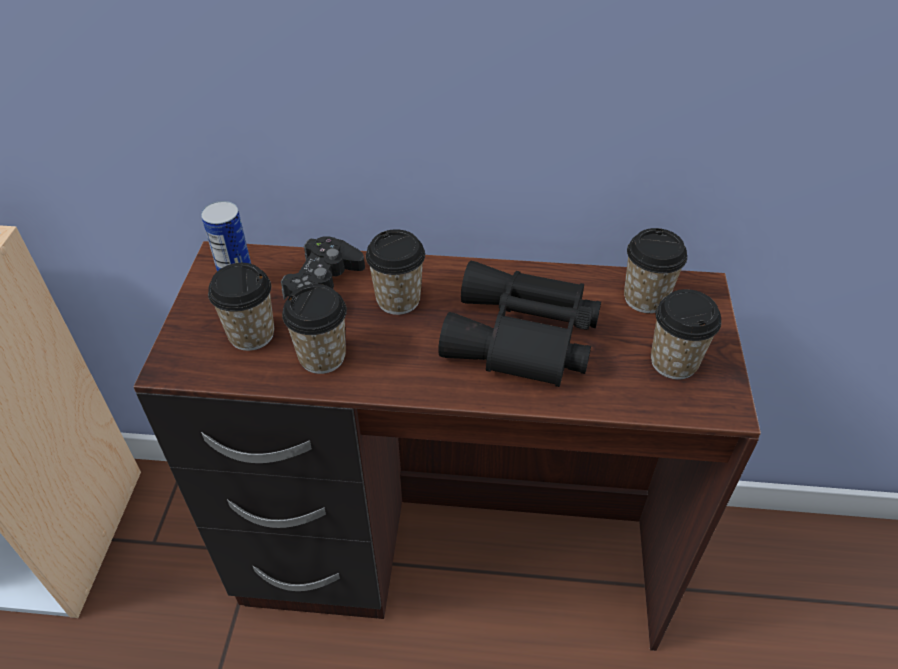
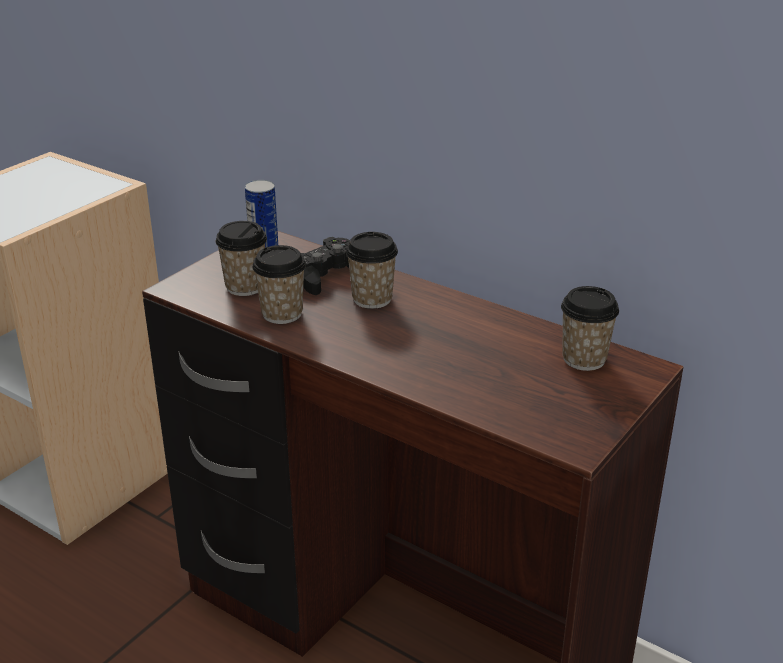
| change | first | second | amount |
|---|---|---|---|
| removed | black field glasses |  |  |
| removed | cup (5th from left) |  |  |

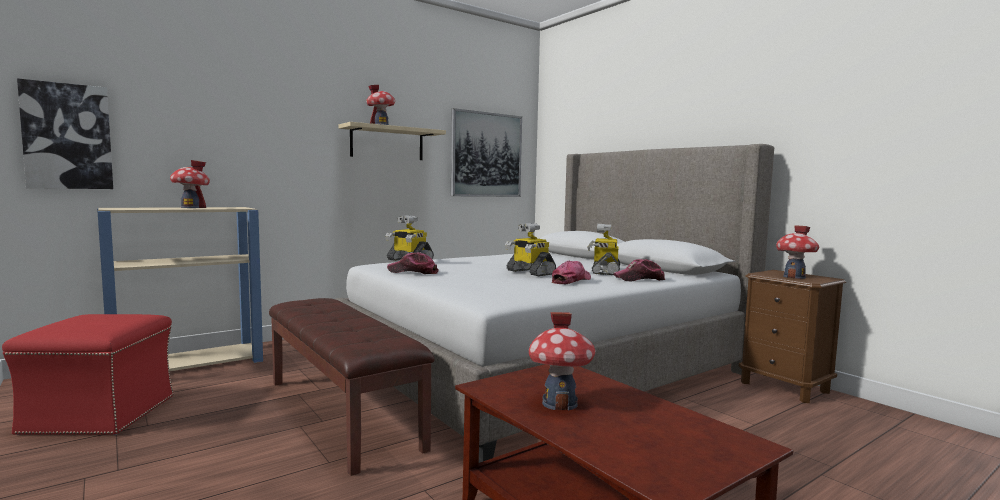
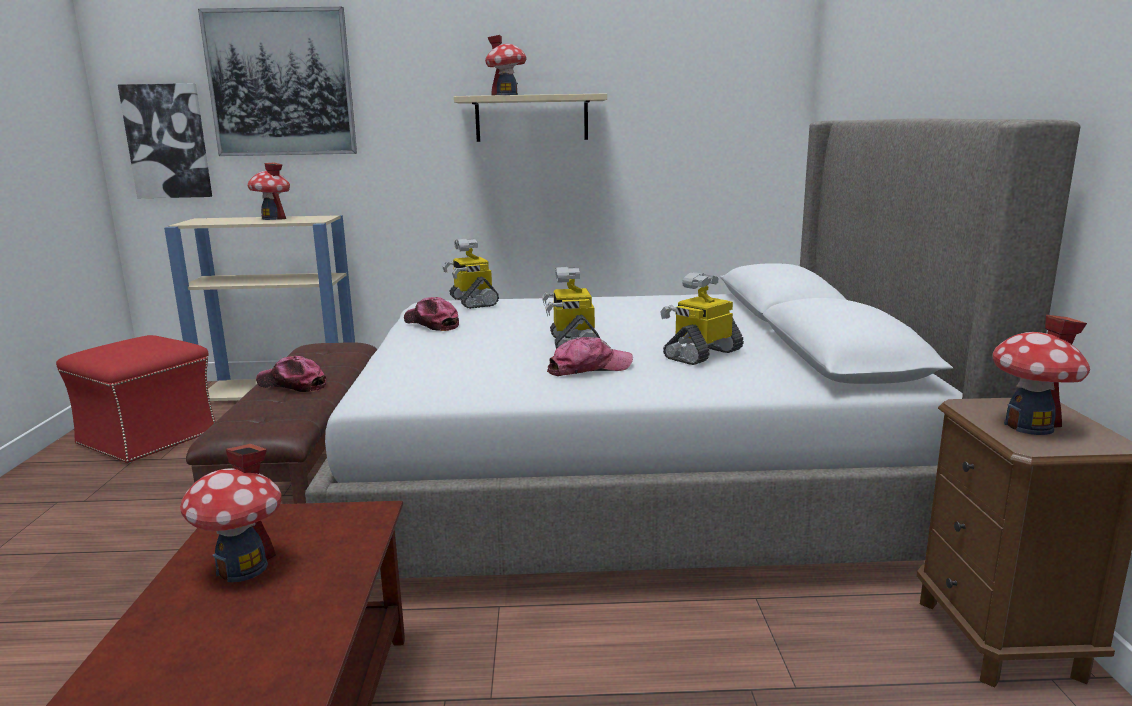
| change | first | second | amount |
|---|---|---|---|
| moved | wall art (2nd from left) |  |  |
| moved | peaked cap (3rd from left in the first image) | peaked cap (1st from left) |  |

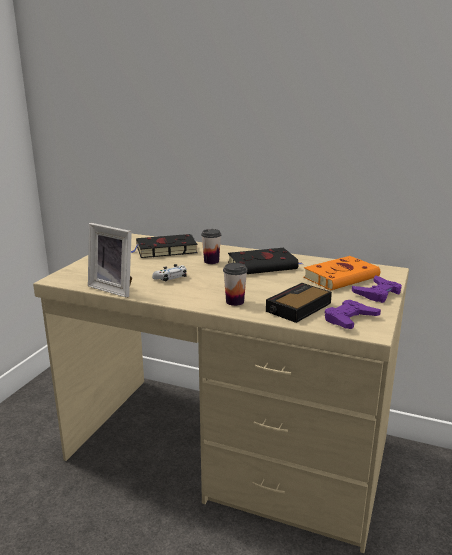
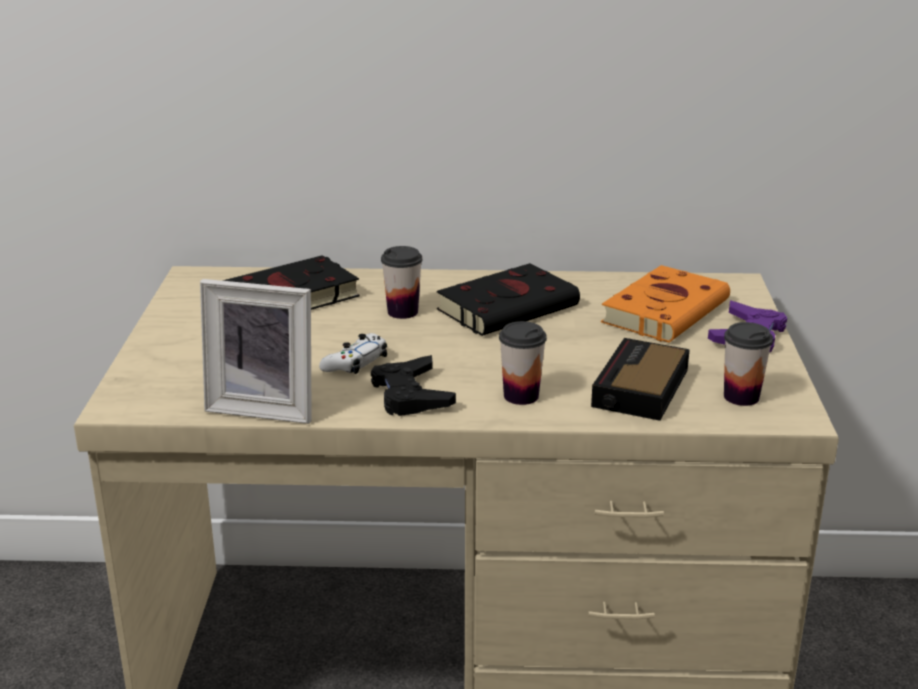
| change | first | second | amount |
|---|---|---|---|
| replaced | purple joypad (1st from left) | cup (3rd from left) |  |
| added |  | black joypad |  |

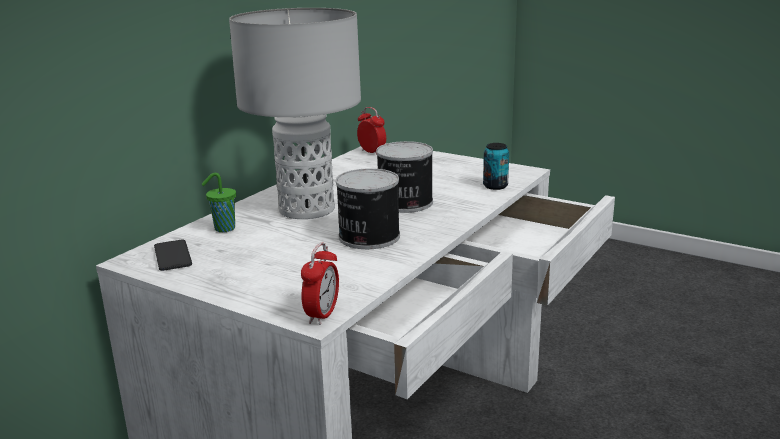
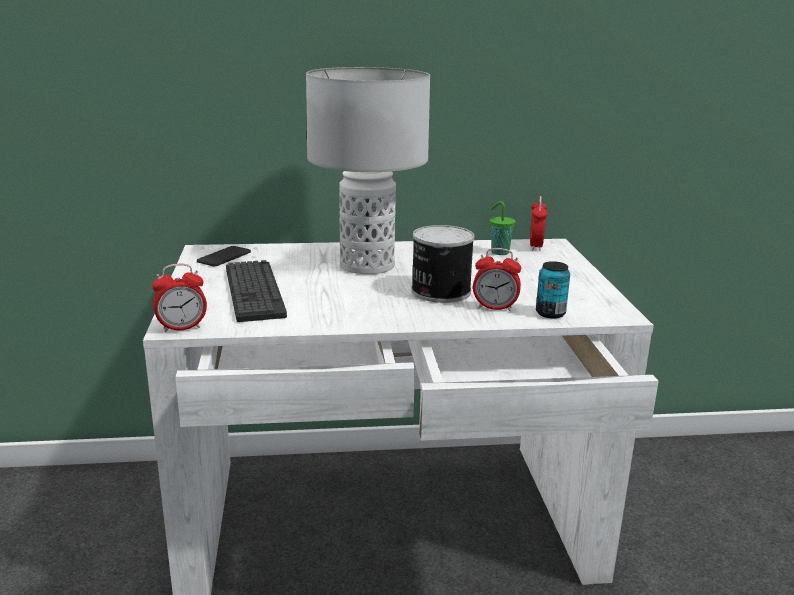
| change | first | second | amount |
|---|---|---|---|
| removed | metal can (1st from left) |  |  |
| moved | green-coloured cup |  |  |
| added |  | bedside clock (2nd from left) |  |
| added |  | computer keyboard |  |

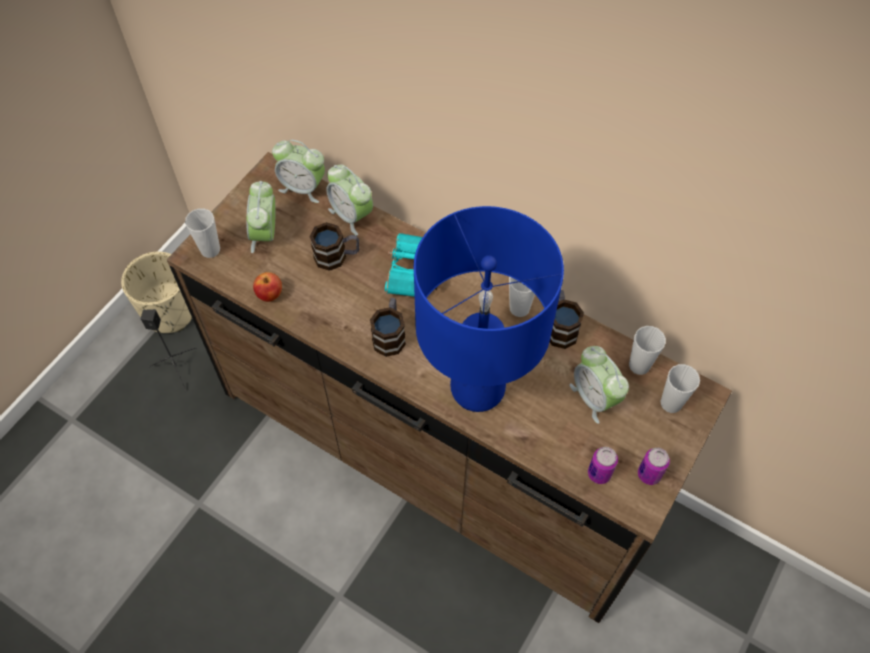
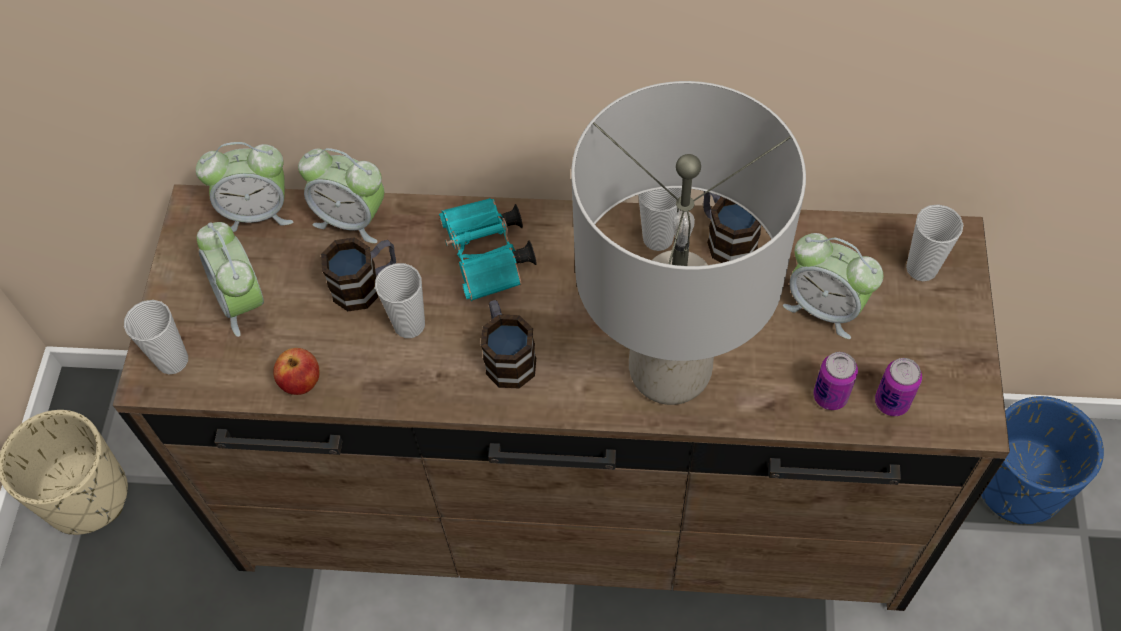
| change | first | second | amount |
|---|---|---|---|
| recoloured | bluish table lamp | greyish table lamp |  |
| removed | black loudspeaker |  |  |
| moved | cup (3rd from left in the first image) | cup (2nd from left) |  |
| moved | metal can (2nd from left in the first image) | metal can (1st from left) |  |
| added |  | bluish planter |  |

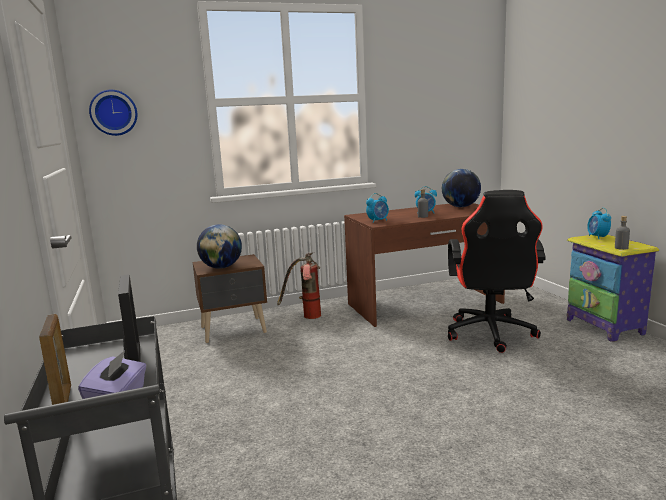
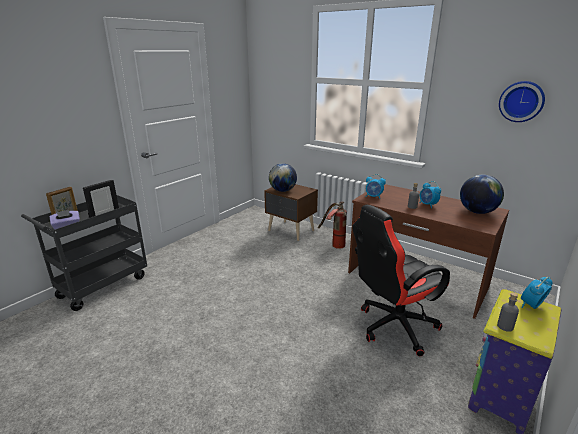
| change | first | second | amount |
|---|---|---|---|
| moved | clock on the wall |  |  |

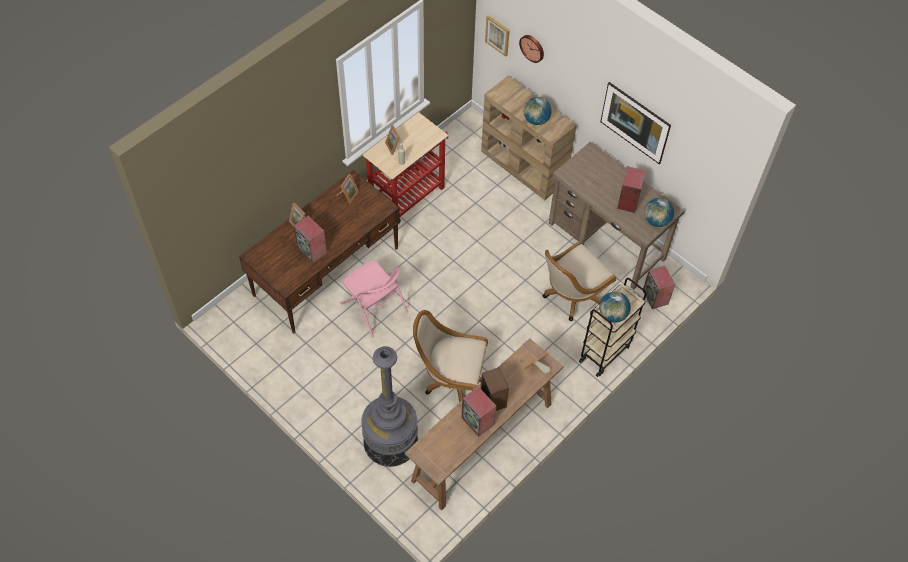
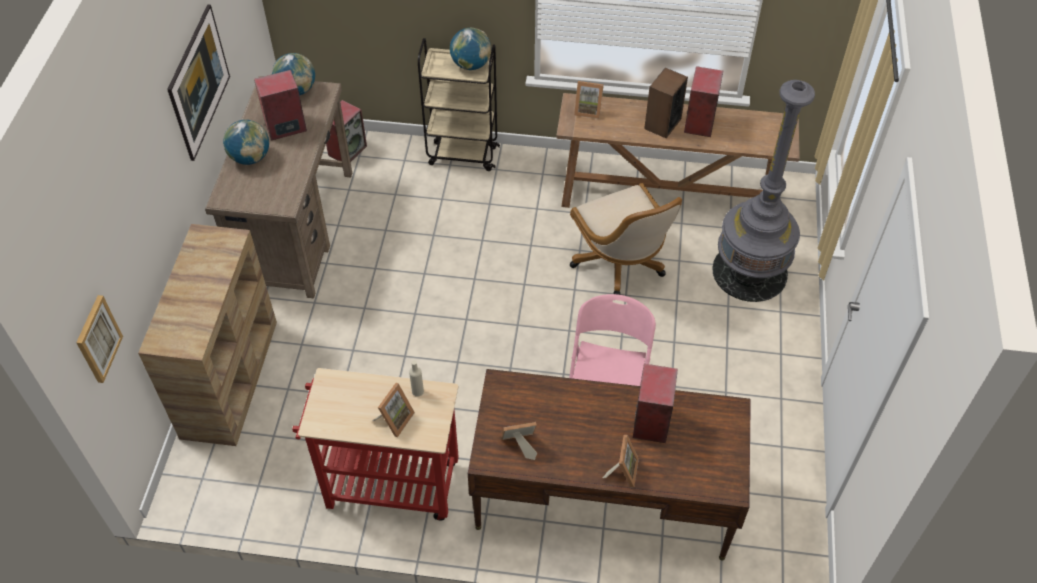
| change | first | second | amount |
|---|---|---|---|
| removed | clock on the wall |  |  |
| moved | globe (1st from left) |  |  |
| removed | desk chair (2nd from left) |  |  |

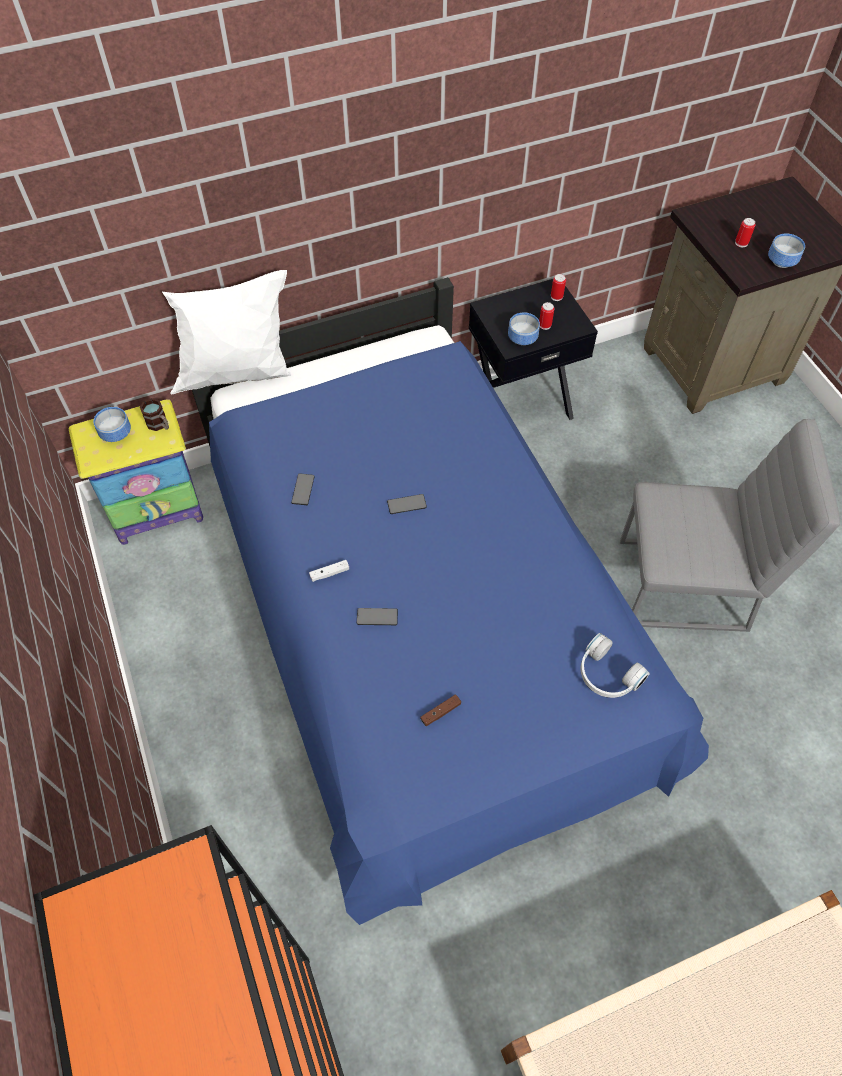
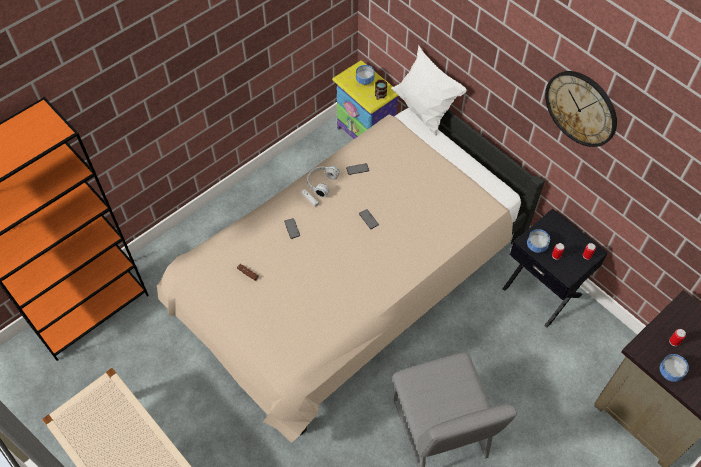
| change | first | second | amount |
|---|---|---|---|
| recoloured | bluish bedroom bed | beige bedroom bed |  |
| moved | white-coloured headset |  |  |
| added |  | clock on the wall |  |

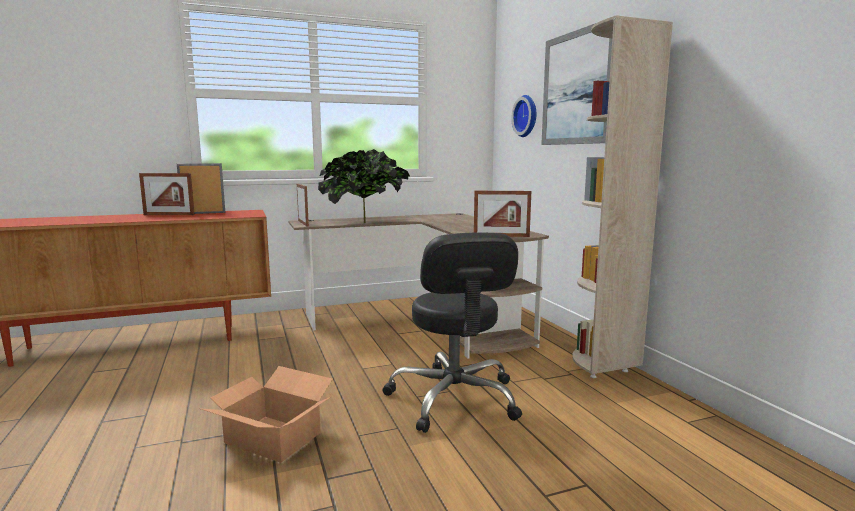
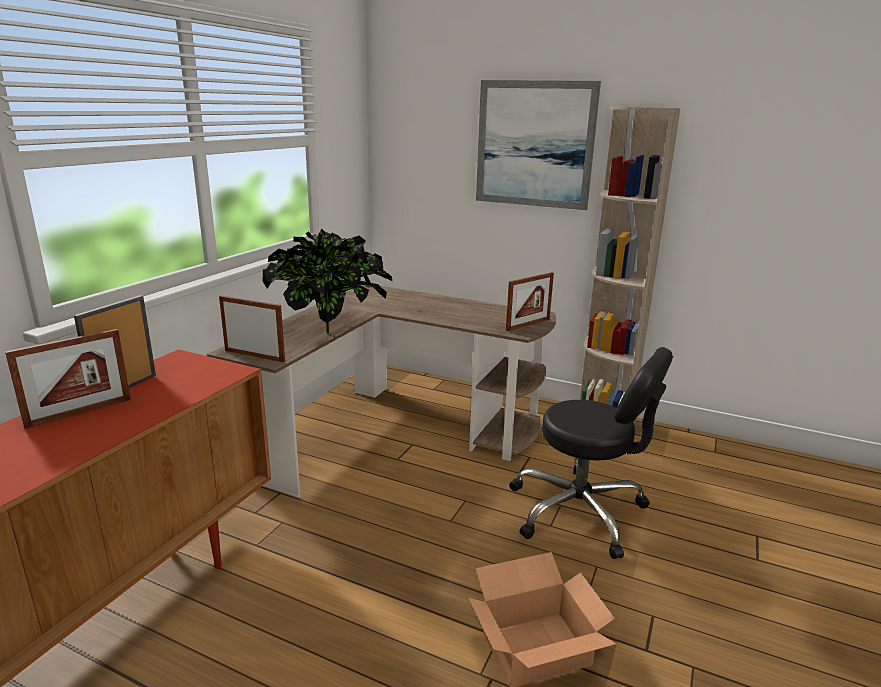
| change | first | second | amount |
|---|---|---|---|
| removed | clock on the wall |  |  |

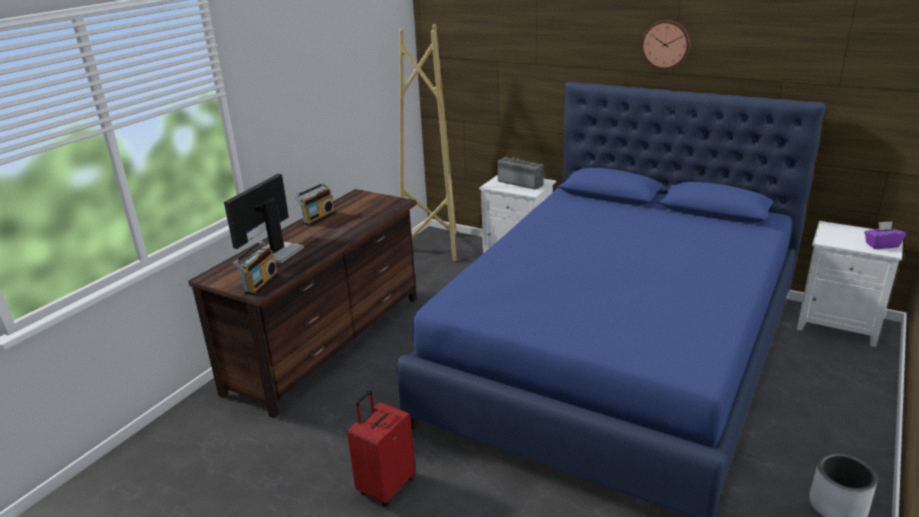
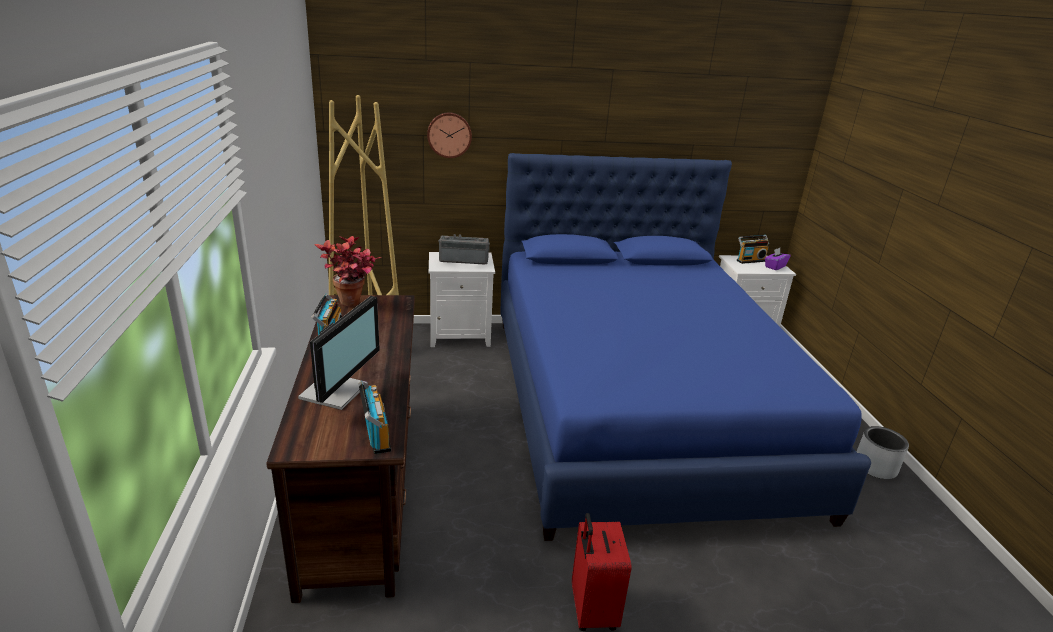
| change | first | second | amount |
|---|---|---|---|
| moved | clock on the wall |  |  |
| turned | computer screen |  | 150 degrees counterclockwise |
| added |  | radio (4th from left) |  |
| added |  | houseplant |  |

